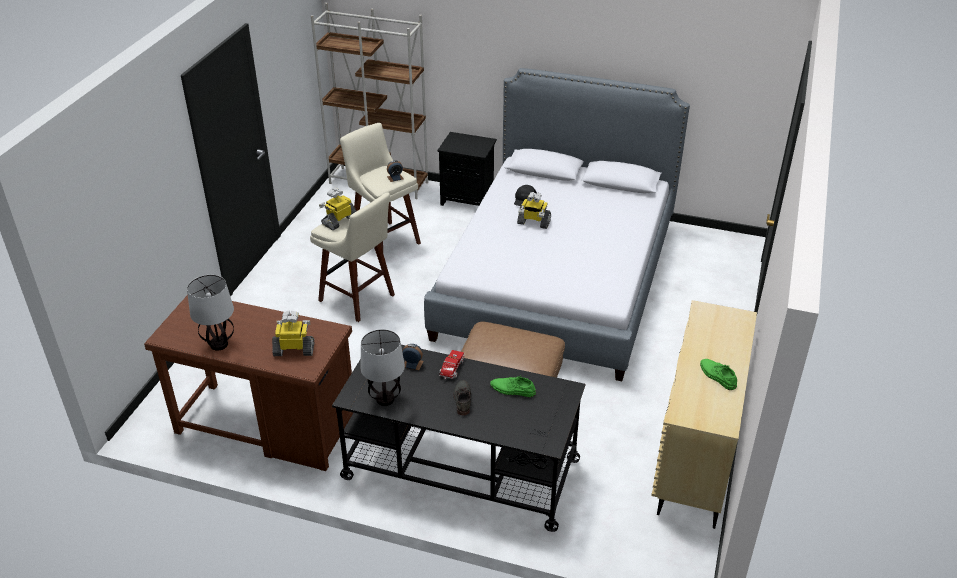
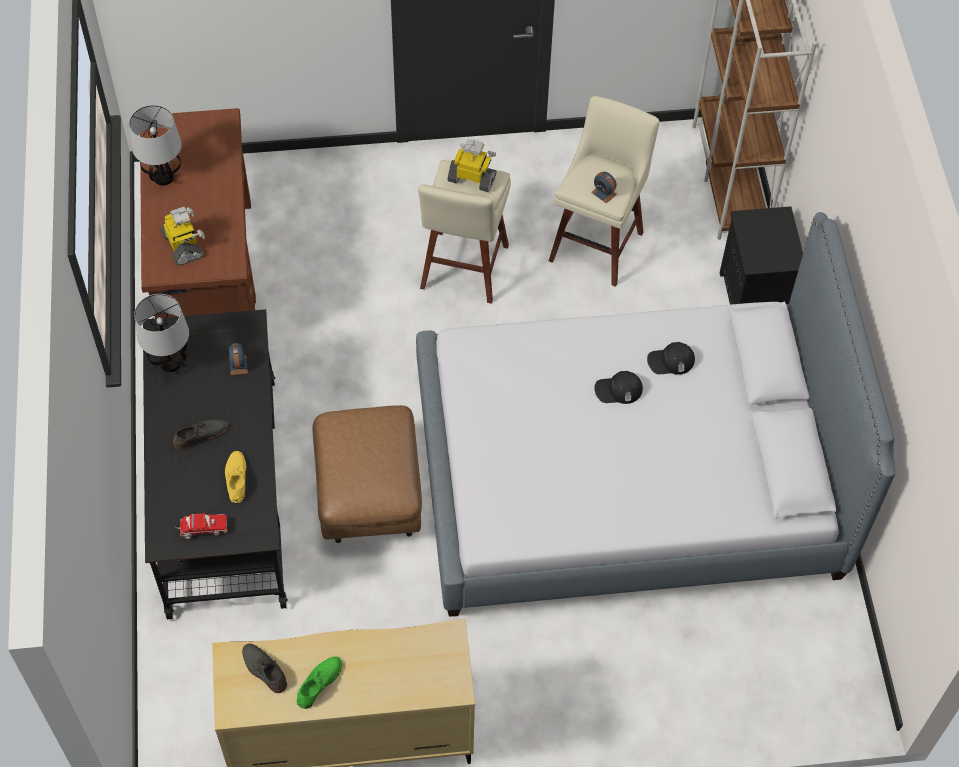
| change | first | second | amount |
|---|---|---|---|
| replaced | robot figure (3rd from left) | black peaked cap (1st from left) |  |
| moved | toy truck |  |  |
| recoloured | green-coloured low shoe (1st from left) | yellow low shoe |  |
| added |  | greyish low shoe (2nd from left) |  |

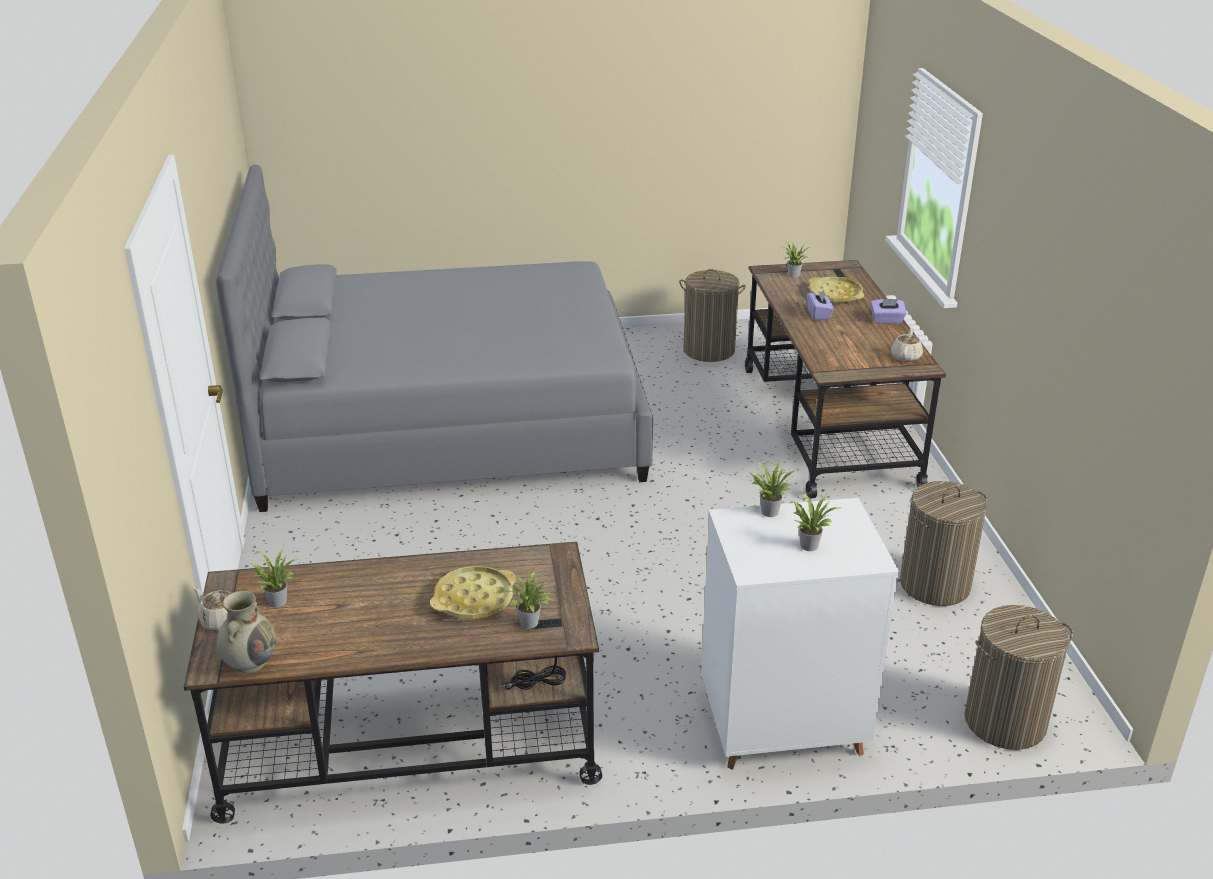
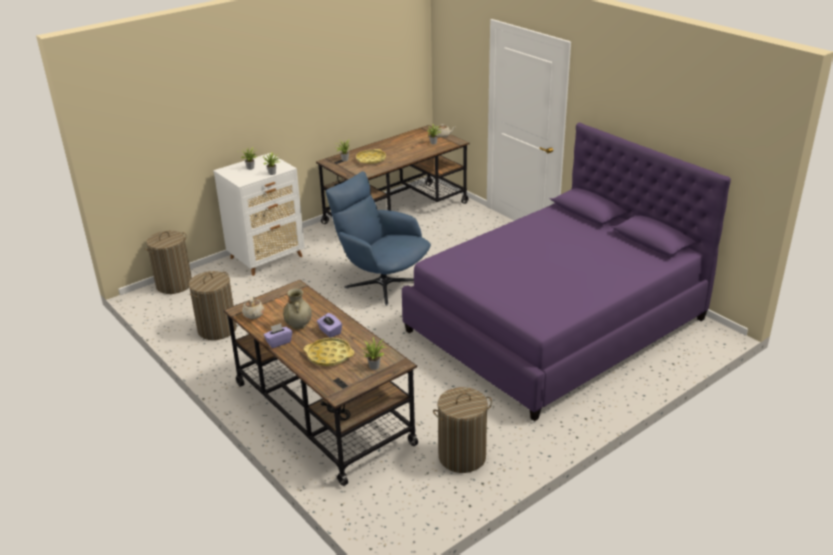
| change | first | second | amount |
|---|---|---|---|
| recoloured | greyish bedroom bed | purple bedroom bed |  |
| moved | beige vase |  |  |
| added |  | bluish easy chair |  |

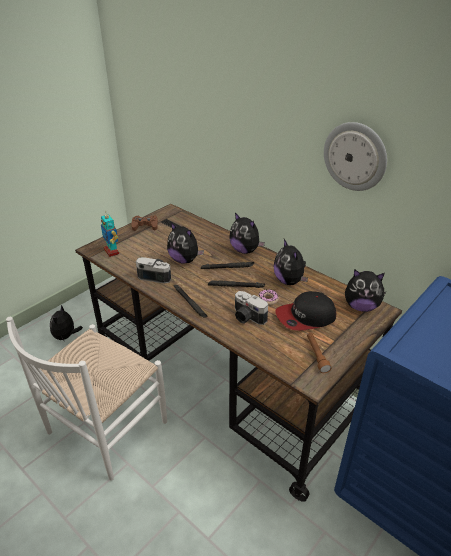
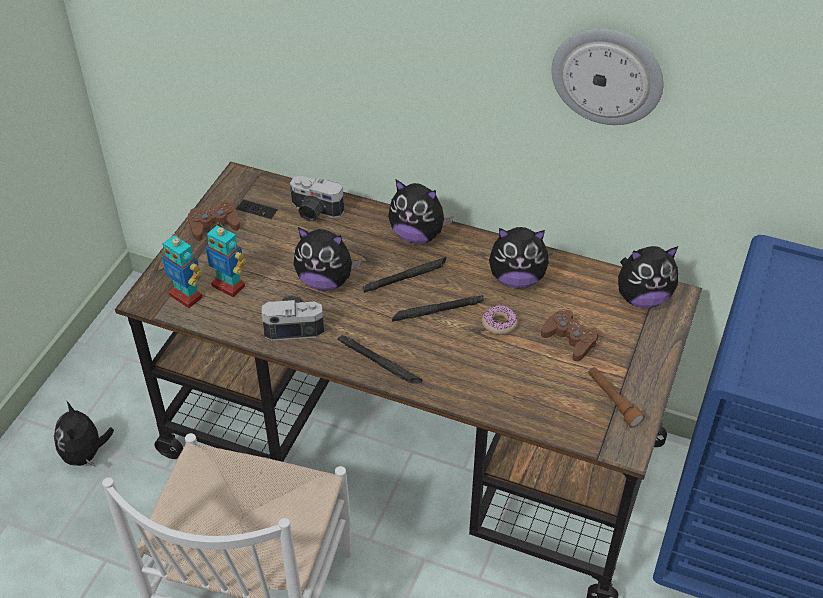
| change | first | second | amount |
|---|---|---|---|
| turned | cuddly toy (4th from left) |  | 45 degrees counterclockwise |
| moved | photo camera (2nd from left) |  |  |
| replaced | peaked cap | brown joypad (2nd from left) |  |
| added |  | robot figure (2nd from left) |  |

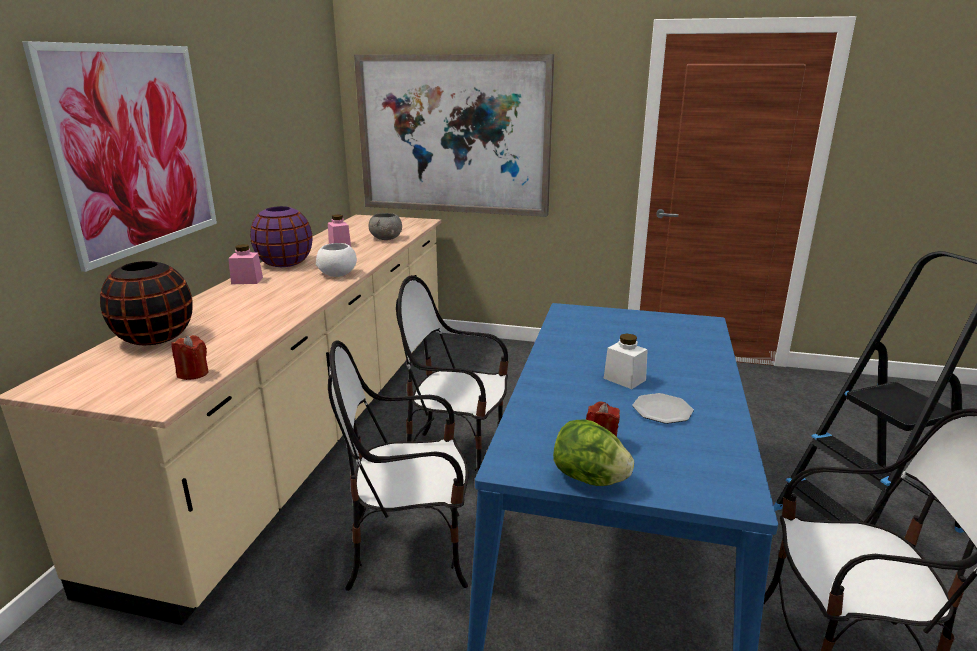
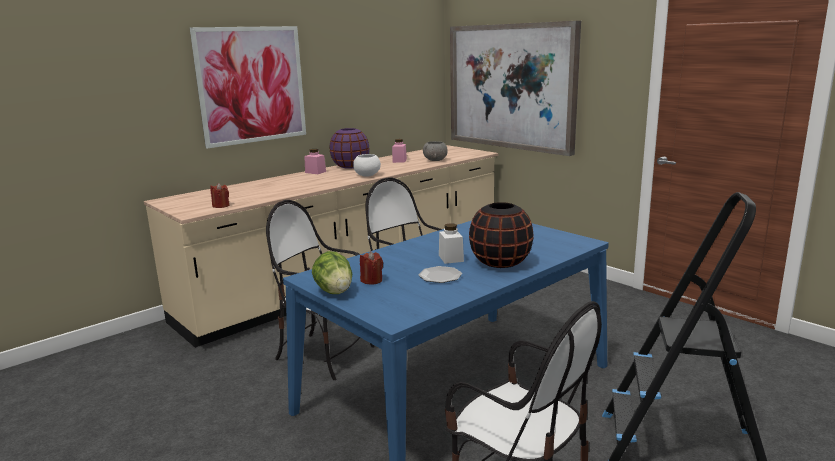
| change | first | second | amount |
|---|---|---|---|
| moved | black vase |  |  |

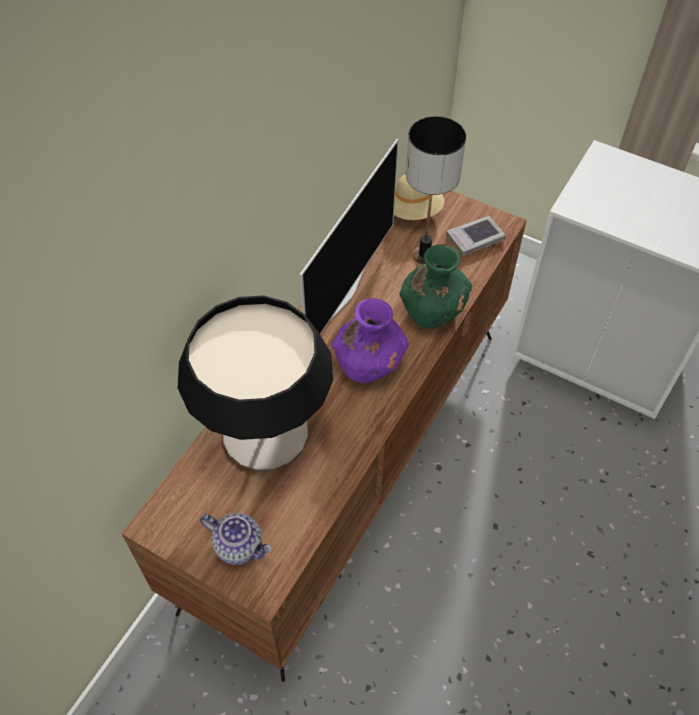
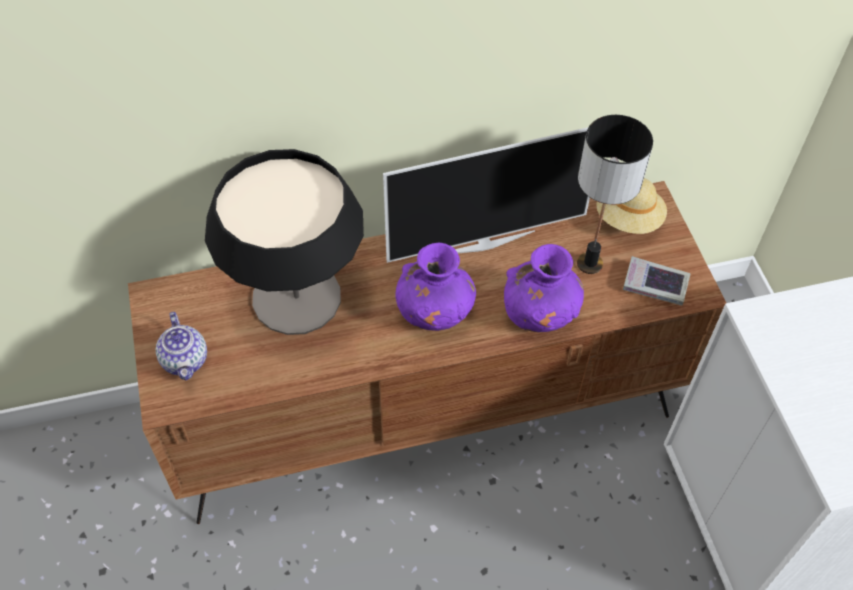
| change | first | second | amount |
|---|---|---|---|
| recoloured | green-coloured vase | purple vase (2nd from left) |  |

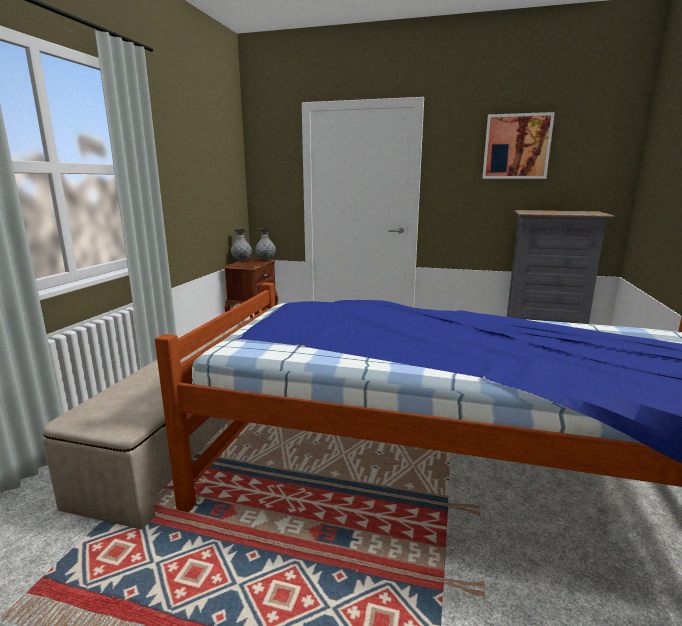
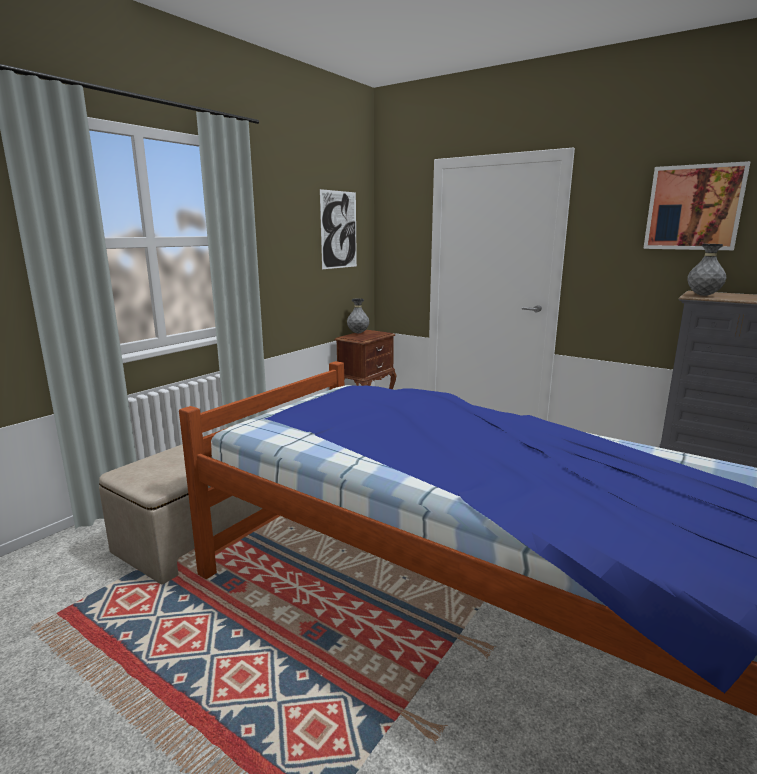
| change | first | second | amount |
|---|---|---|---|
| moved | greyish vase (2nd from left) |  |  |
| added |  | wall art (1st from left) |  |

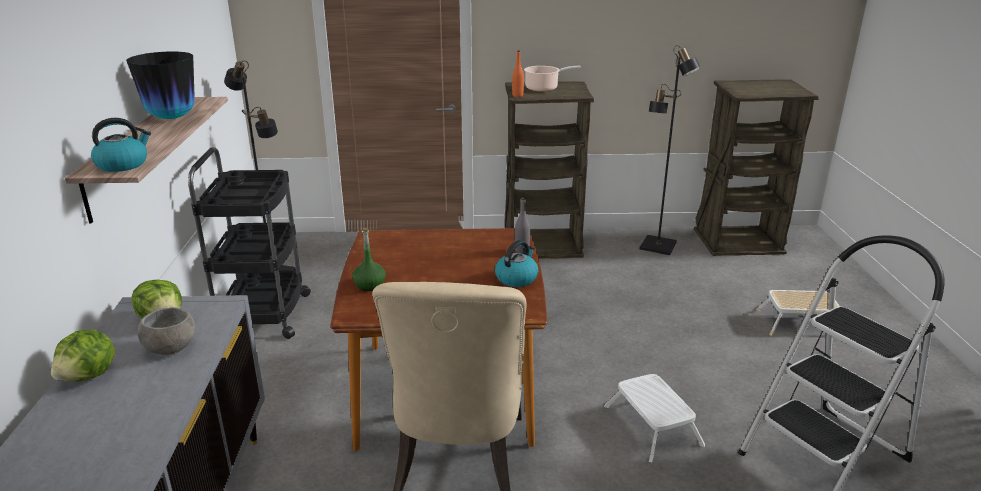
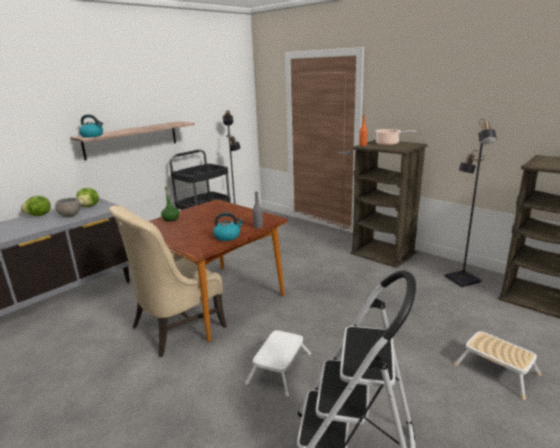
| change | first | second | amount |
|---|---|---|---|
| removed | vase |  |  |

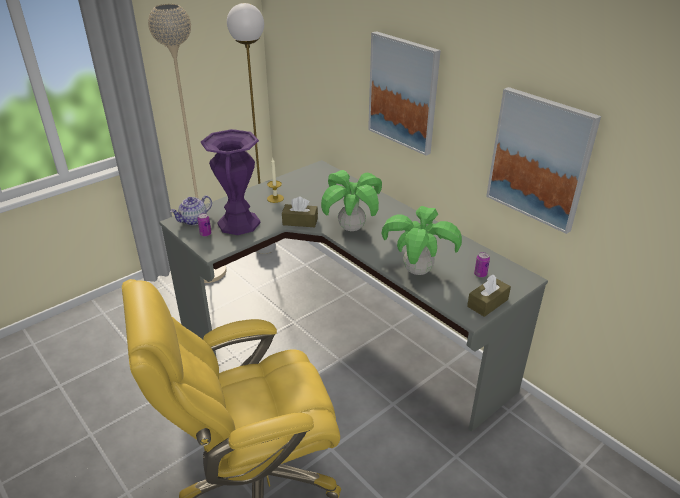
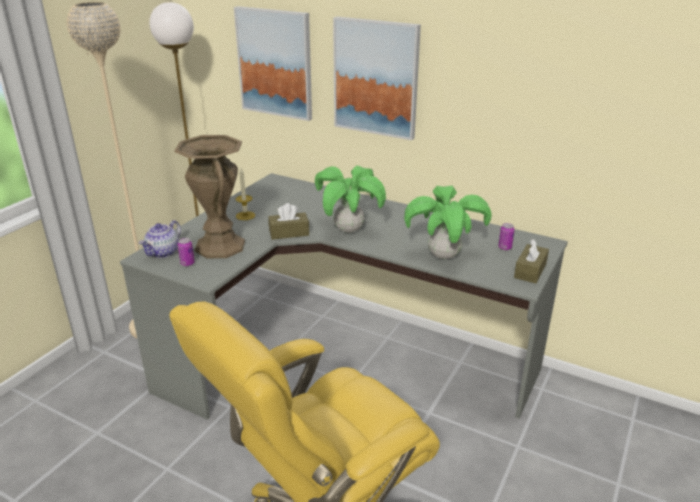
| change | first | second | amount |
|---|---|---|---|
| moved | wall art (2nd from left in the first image) | wall art (1st from left) |  |
| recoloured | purple vase | brown vase |  |

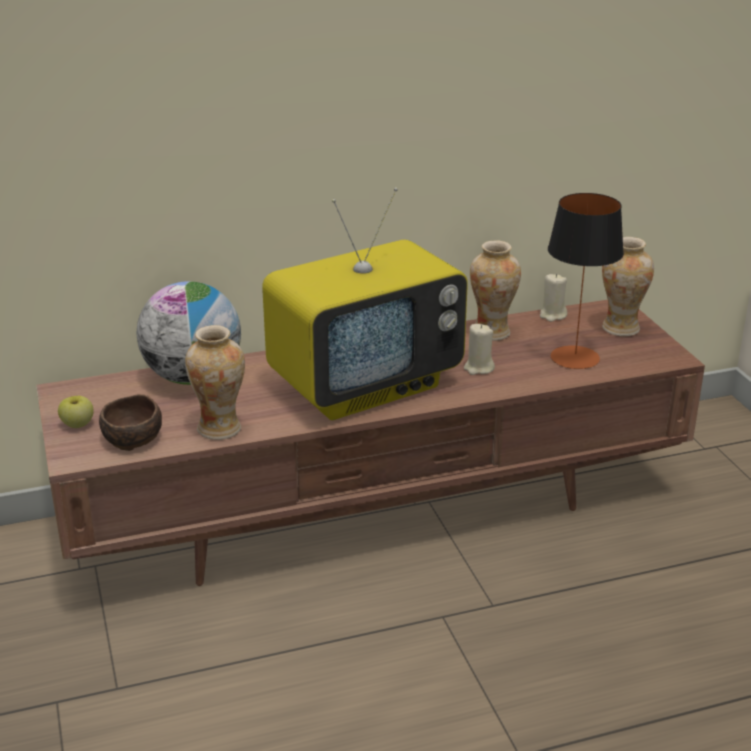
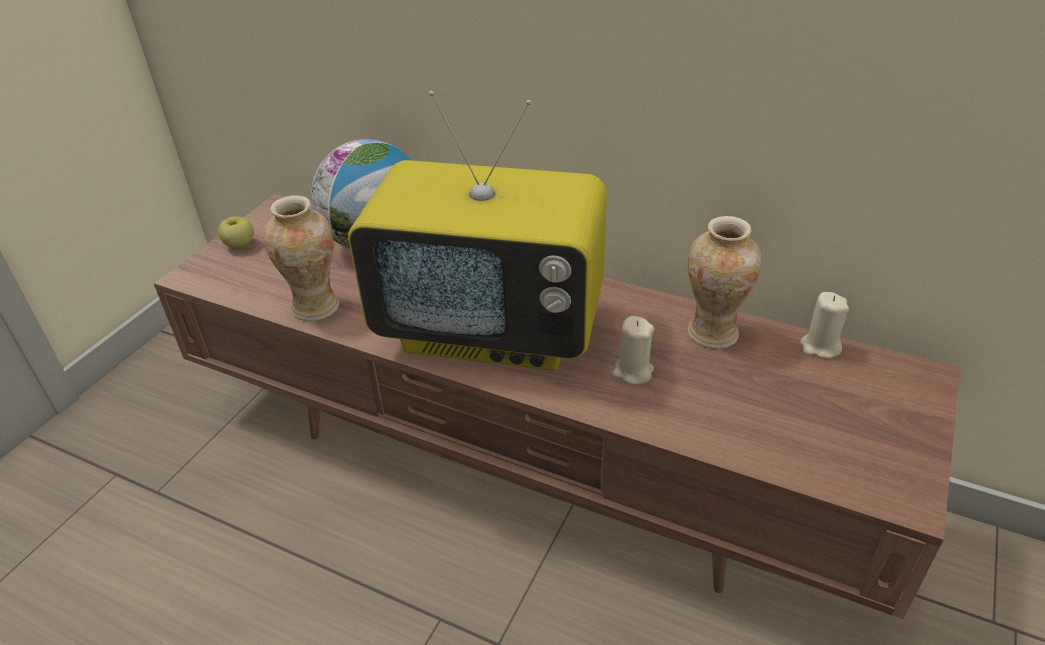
| change | first | second | amount |
|---|---|---|---|
| removed | table lamp |  |  |
| removed | vase (3rd from left) |  |  |
| removed | brown serving bowl |  |  |

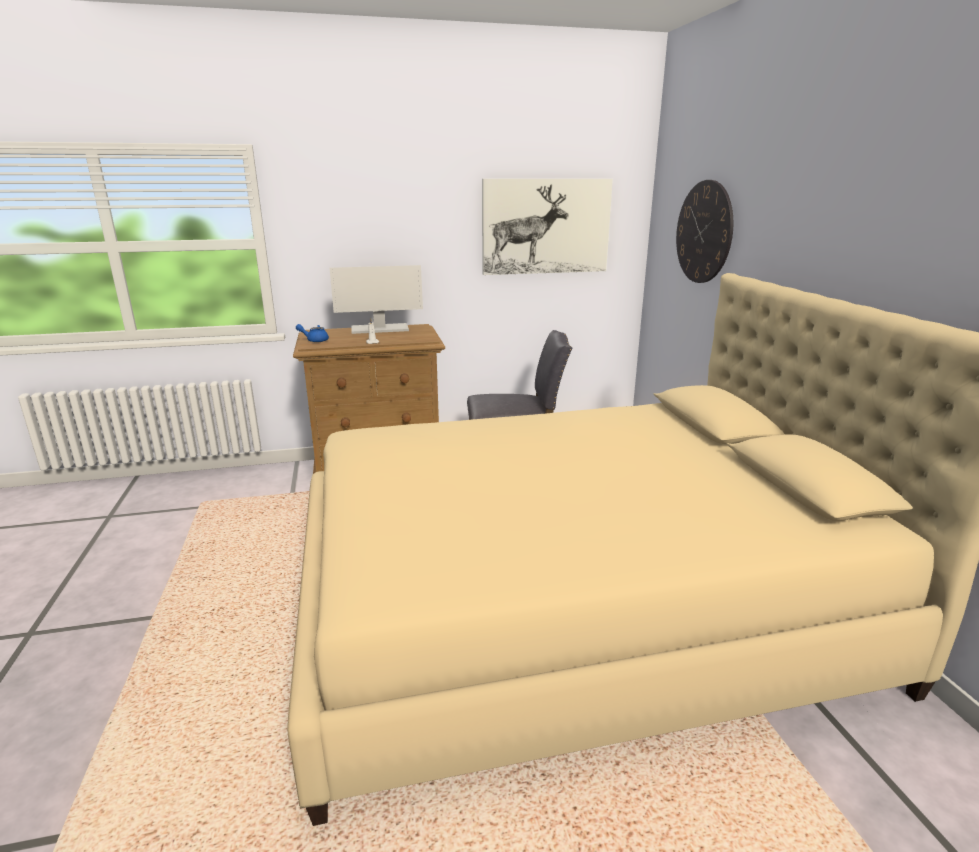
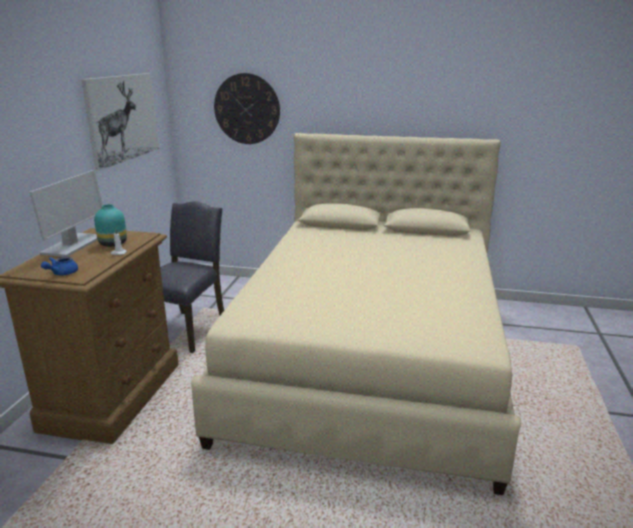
| change | first | second | amount |
|---|---|---|---|
| added |  | blue-green vase |  |

